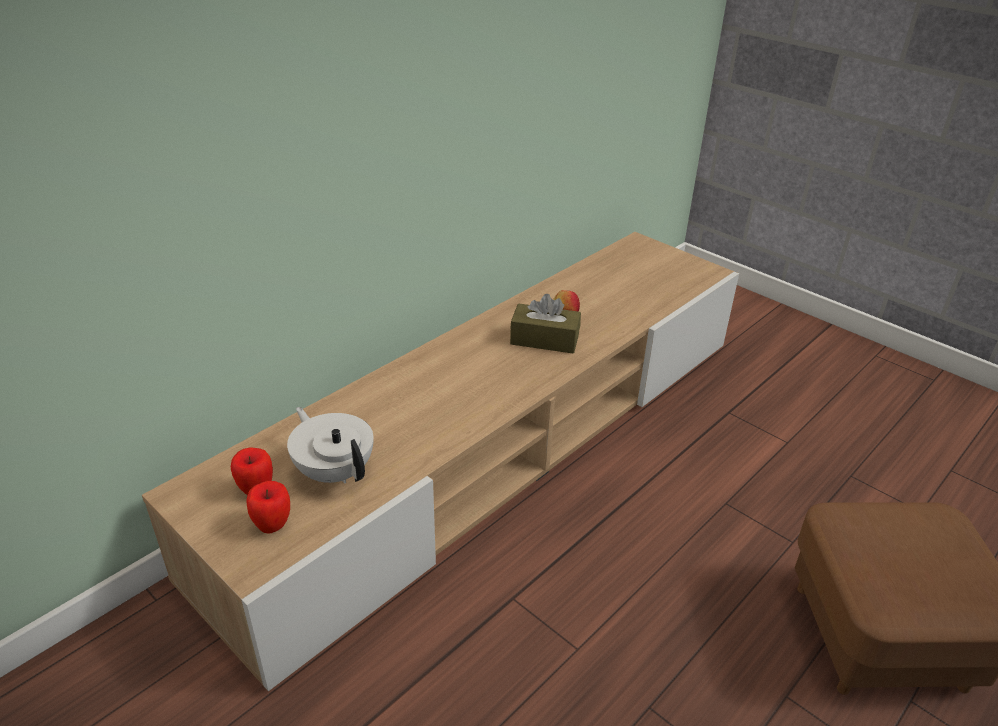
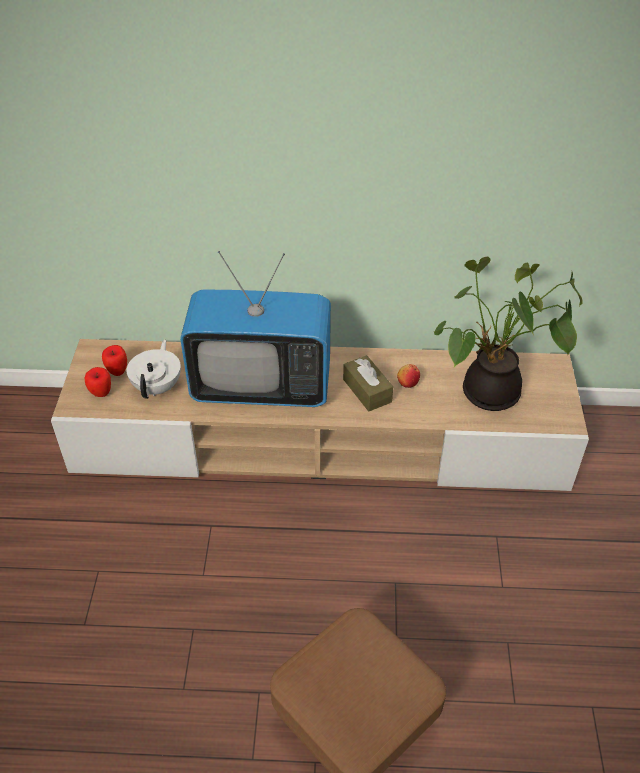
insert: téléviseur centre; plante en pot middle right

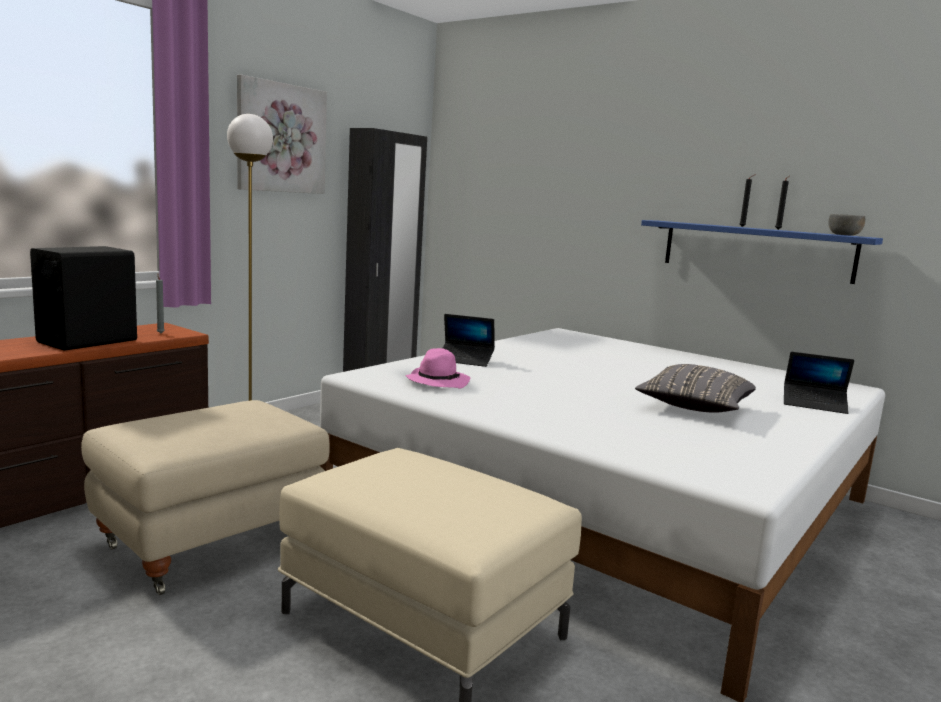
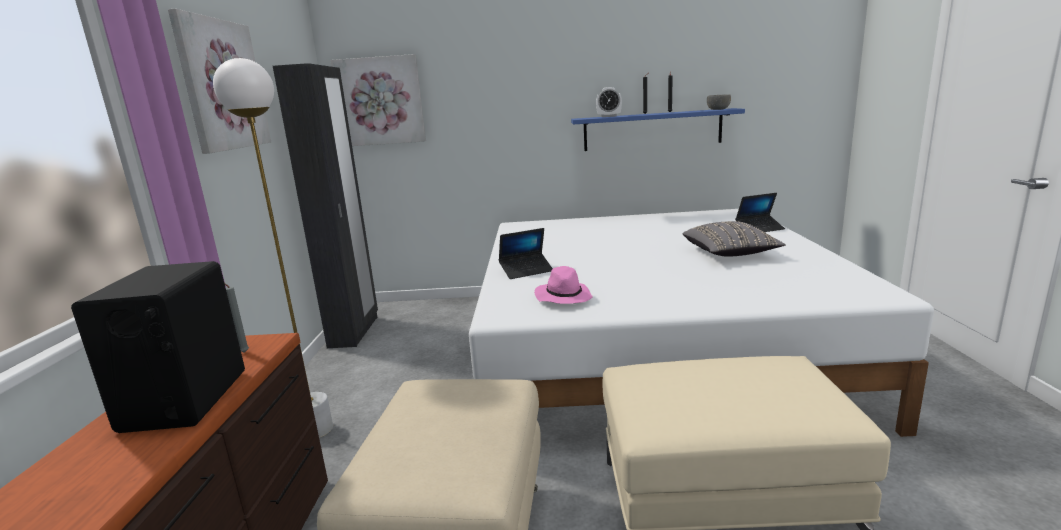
insert: tableau (2nd from left) top centre; réveil top centre

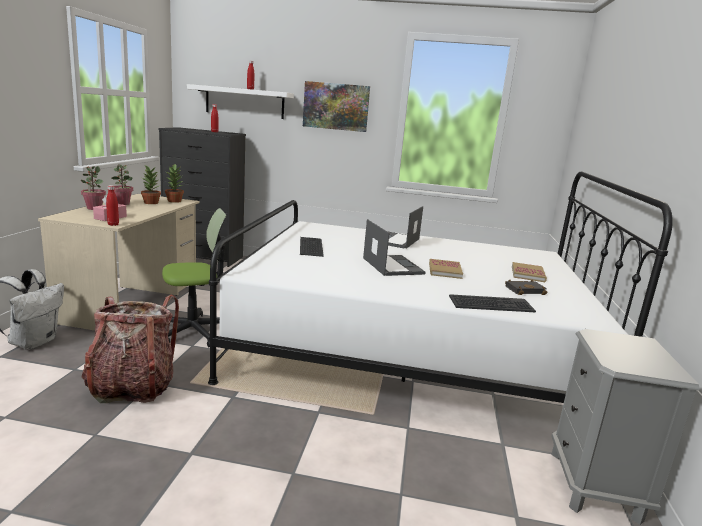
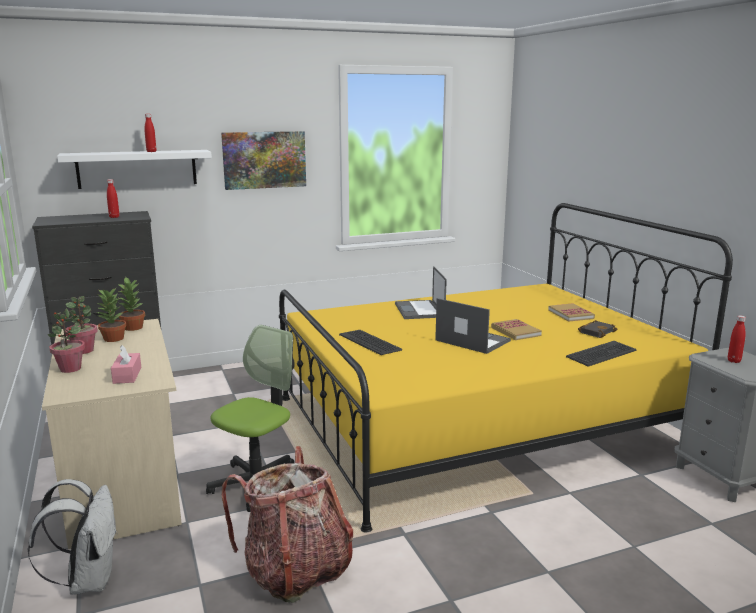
move: bouteille (rouge) (1st from left in the first image) middle left to bouteille (rouge) (3rd from left) middle right
recolor: lit (blanc) centre to lit (jaune) middle right

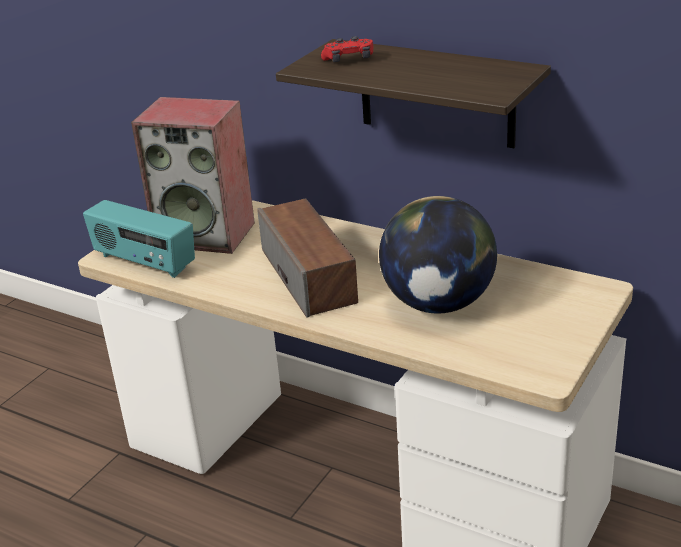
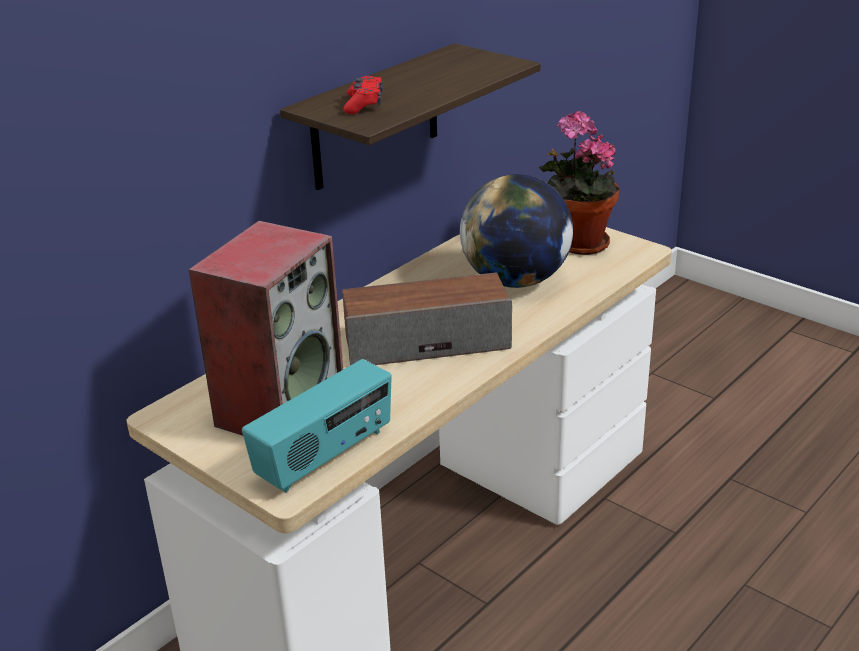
insert: plante en pot top right

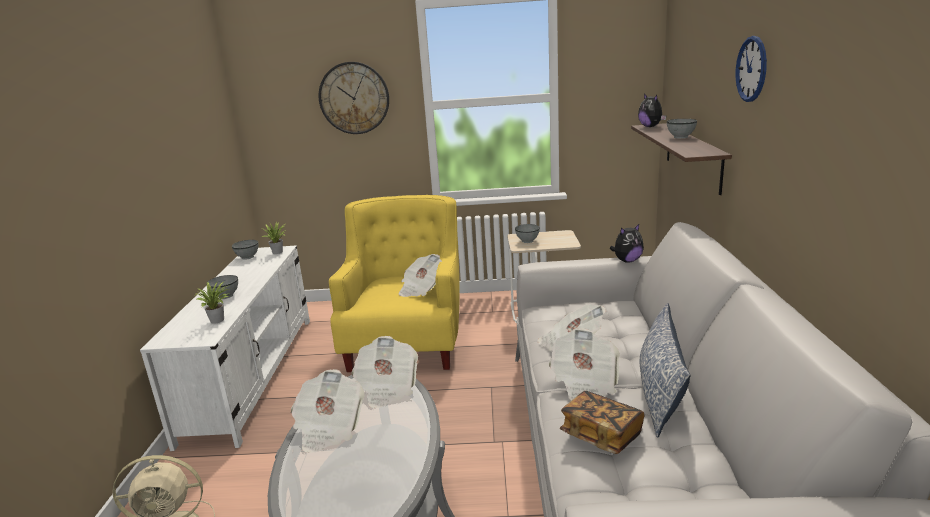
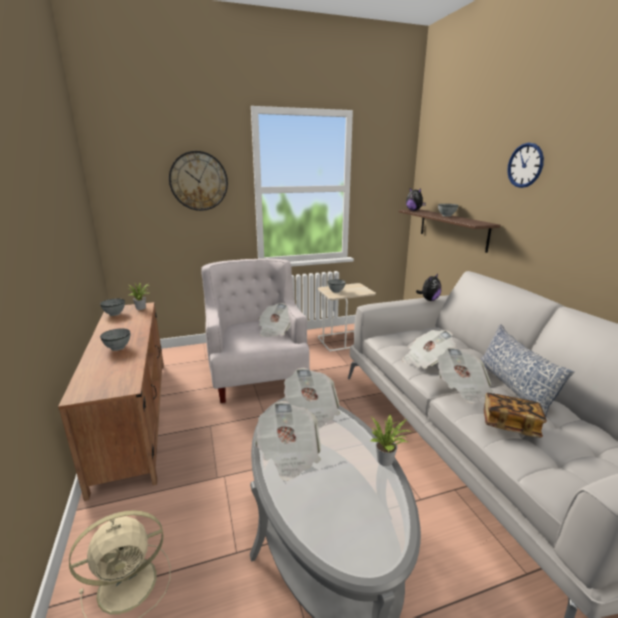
move: plante en pot (1st from left in the first image) middle left to plante en pot (2nd from left) bottom centre
recolor: fauteuil (jaune) centre to fauteuil (blanc) centre; meuble télé (blanc) bottom left to meuble télé (marron) middle left

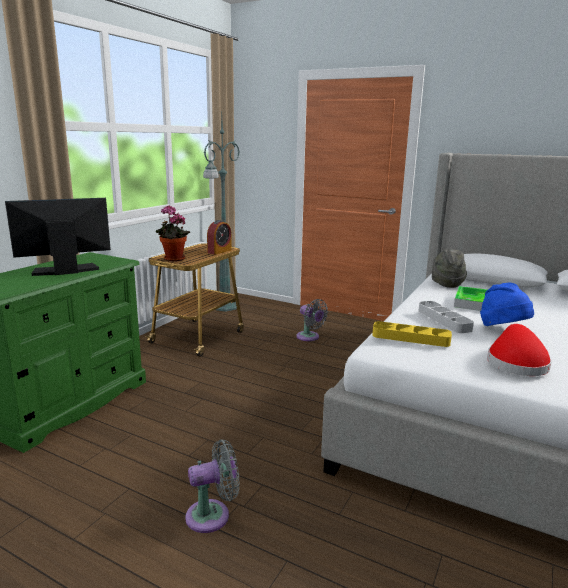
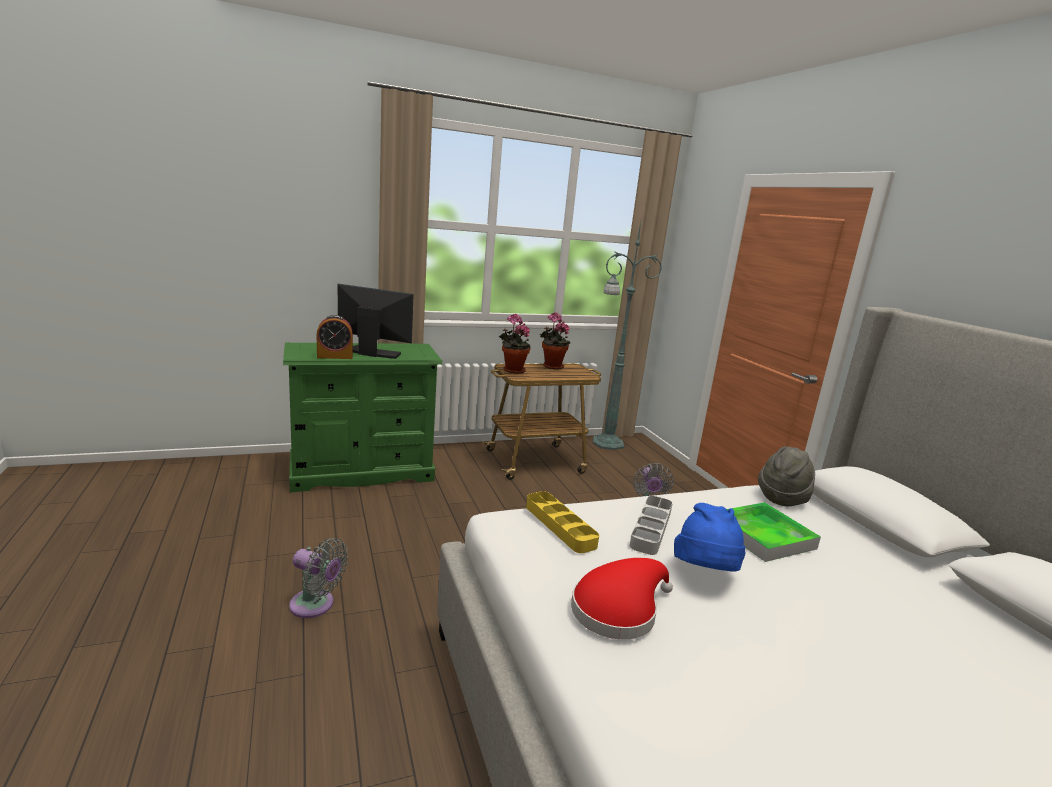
insert: plante en pot (2nd from left) centre
move: réveil centre to middle left

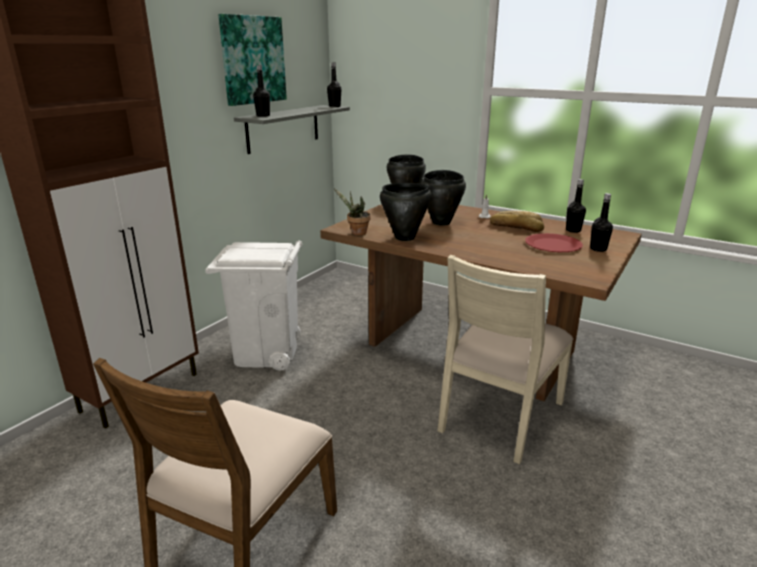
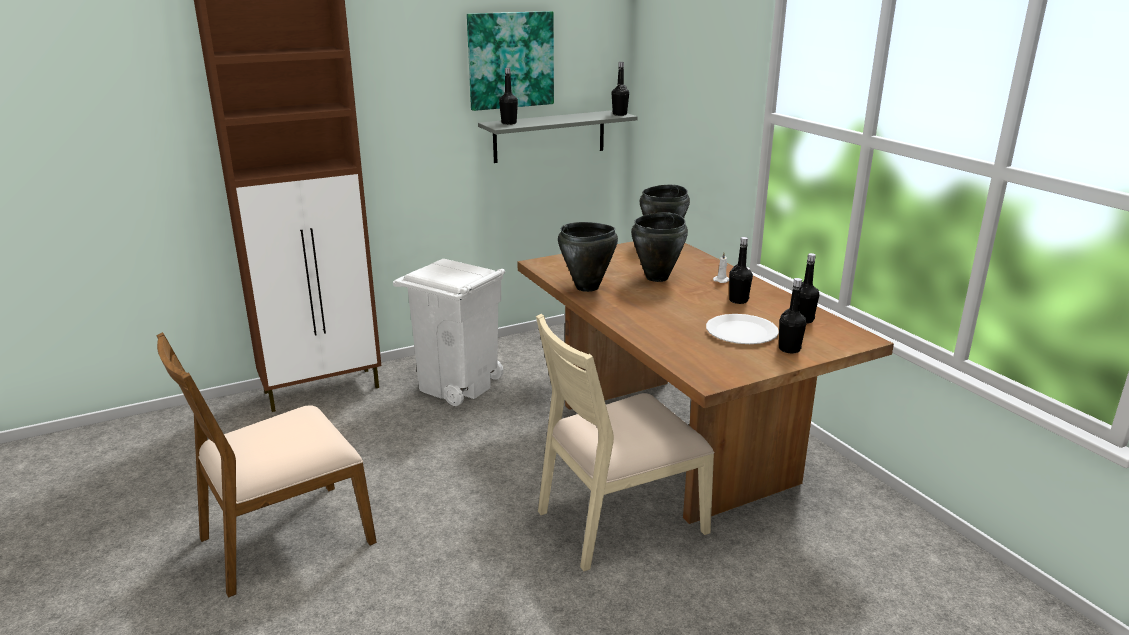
delete: plante en pot centre
replace: pain middle right to bouteille (noir) (3rd from left) centre
recolor: assiette (rouge) middle right to assiette (blanc) centre

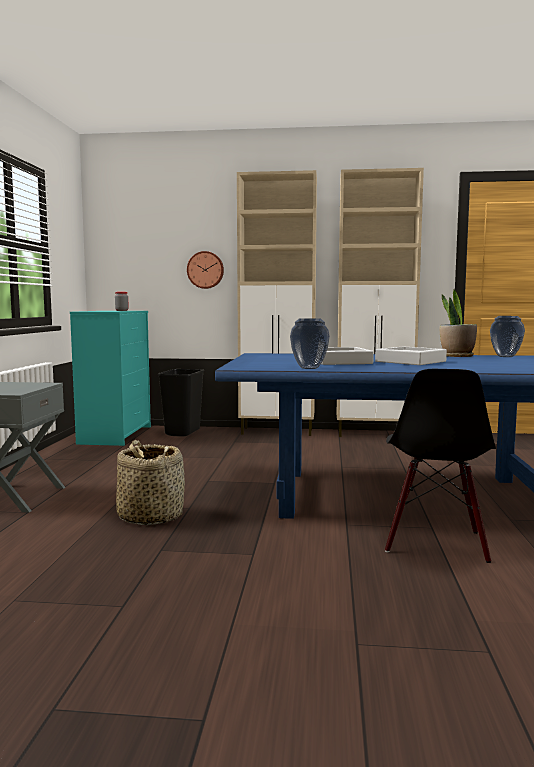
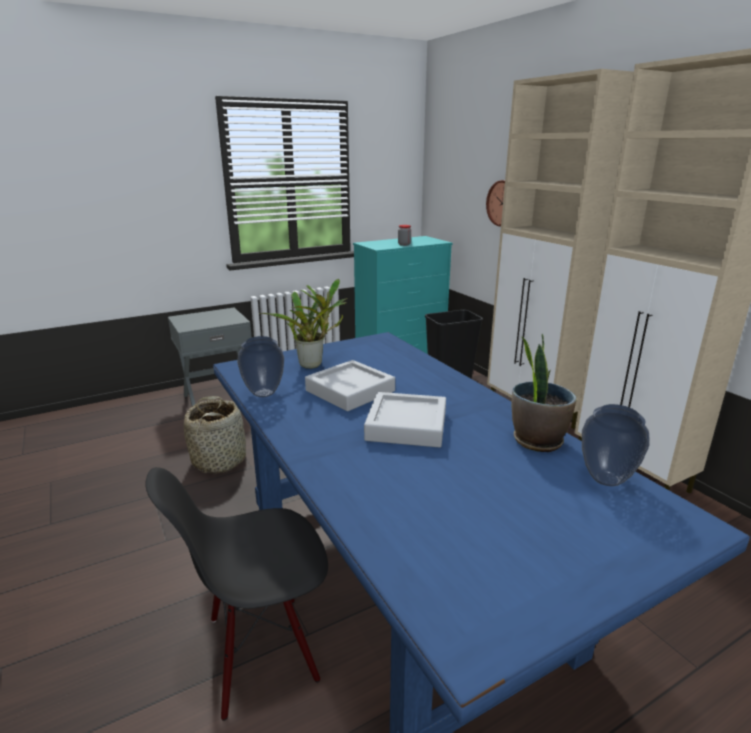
insert: plante en pot (1st from left) centre

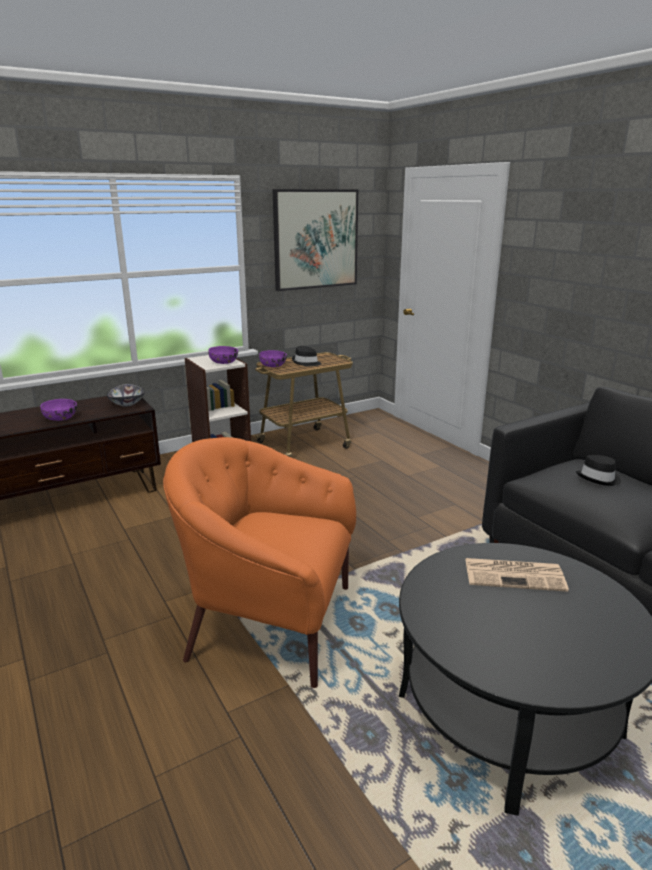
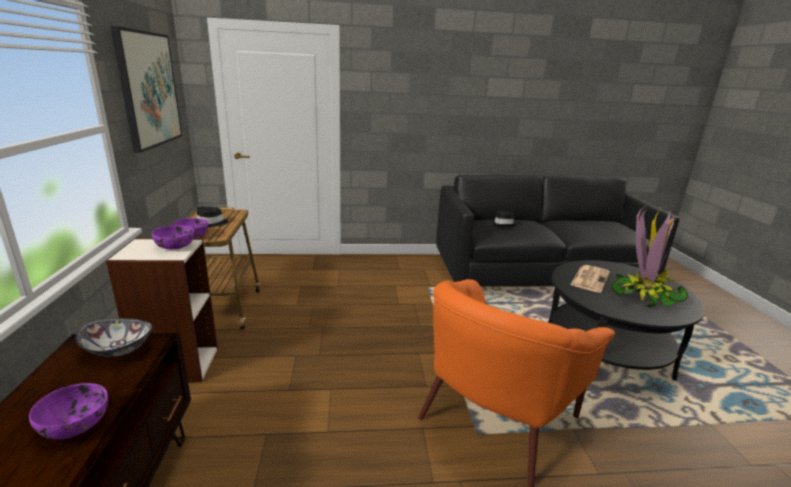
insert: plante en pot middle right

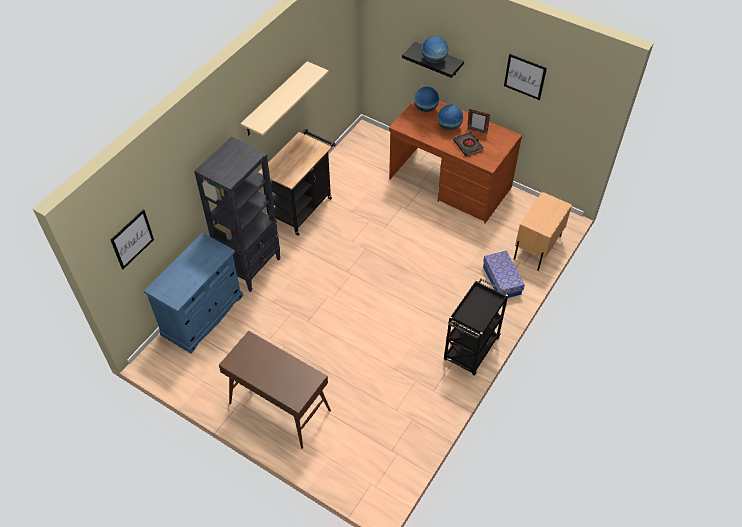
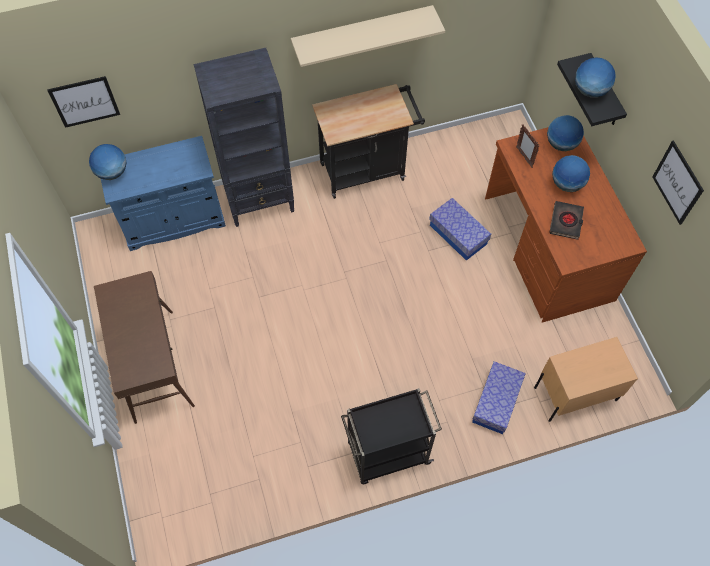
insert: globe (1st from left) top left; boîte de rangement (1st from left) centre
move: cadre photo top centre to top right

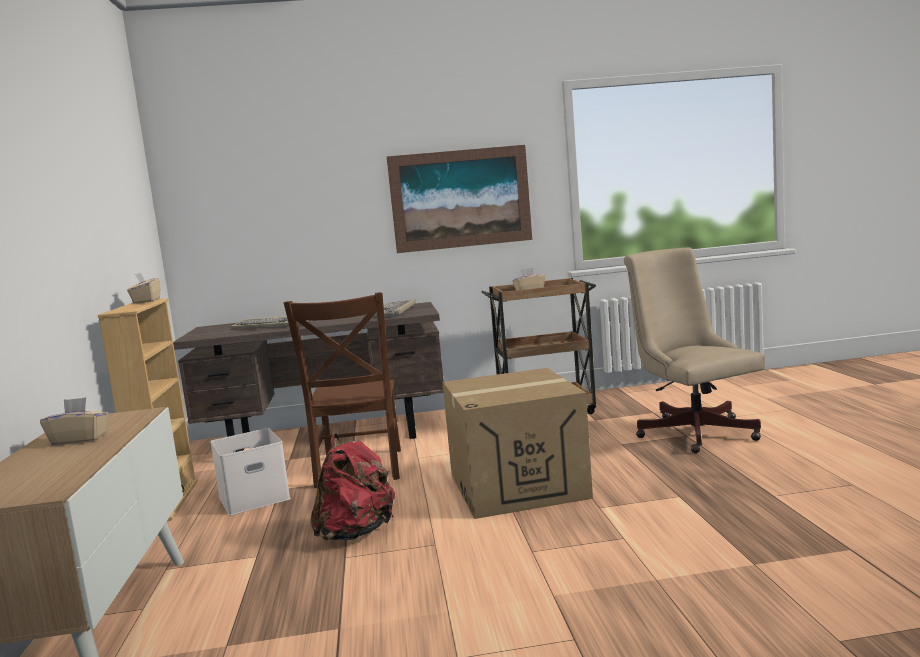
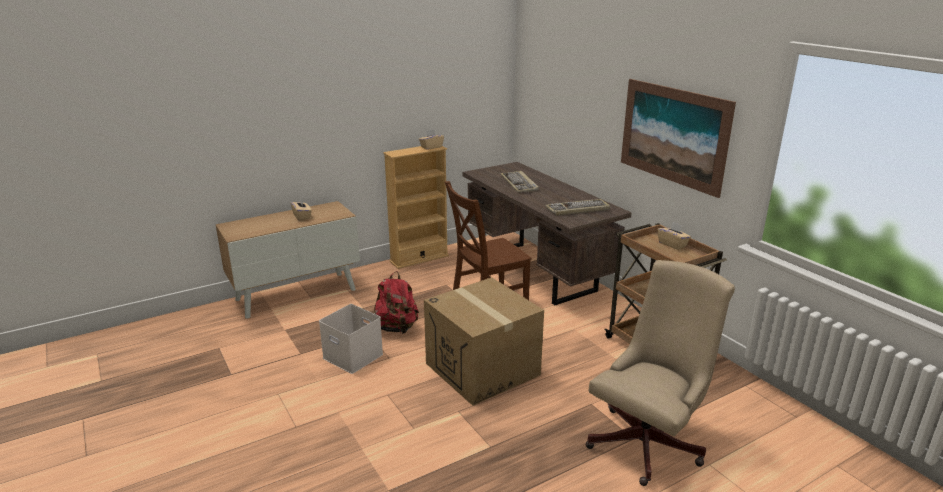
move: boîte de rangement (blanc) bottom left to bottom centre

